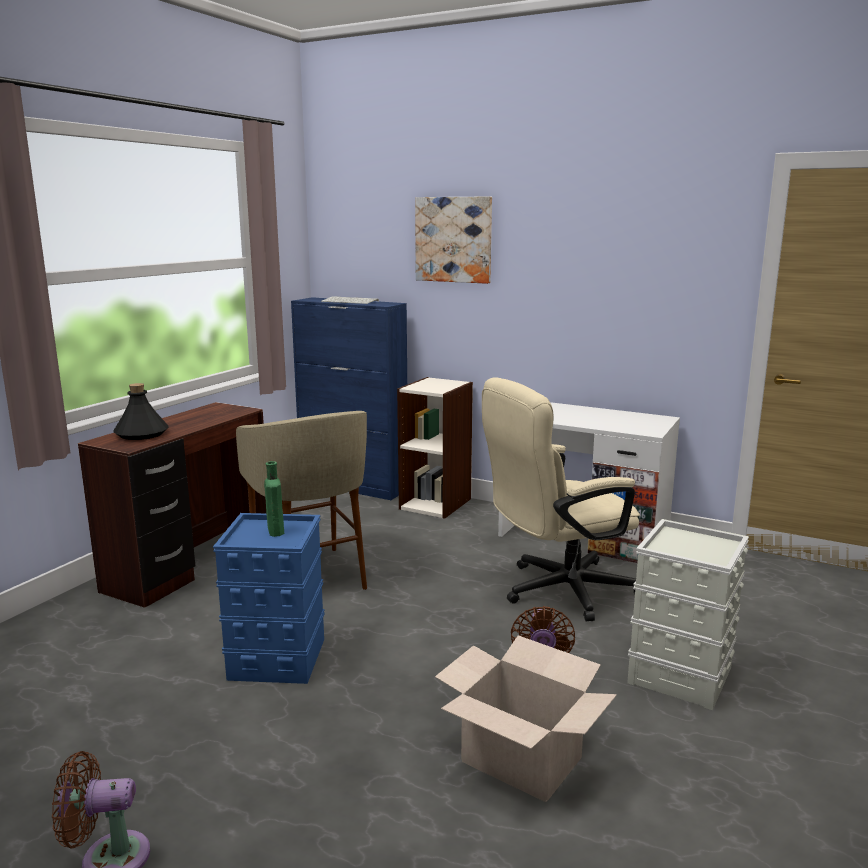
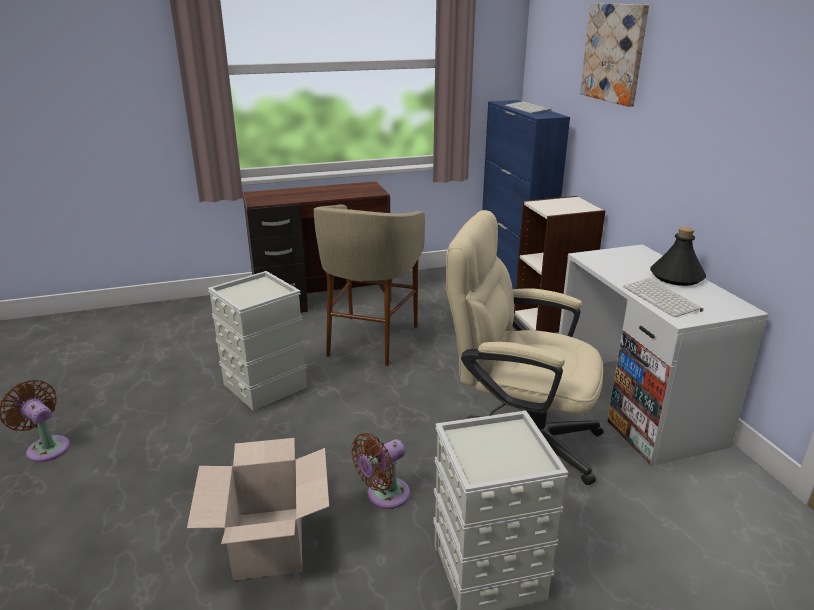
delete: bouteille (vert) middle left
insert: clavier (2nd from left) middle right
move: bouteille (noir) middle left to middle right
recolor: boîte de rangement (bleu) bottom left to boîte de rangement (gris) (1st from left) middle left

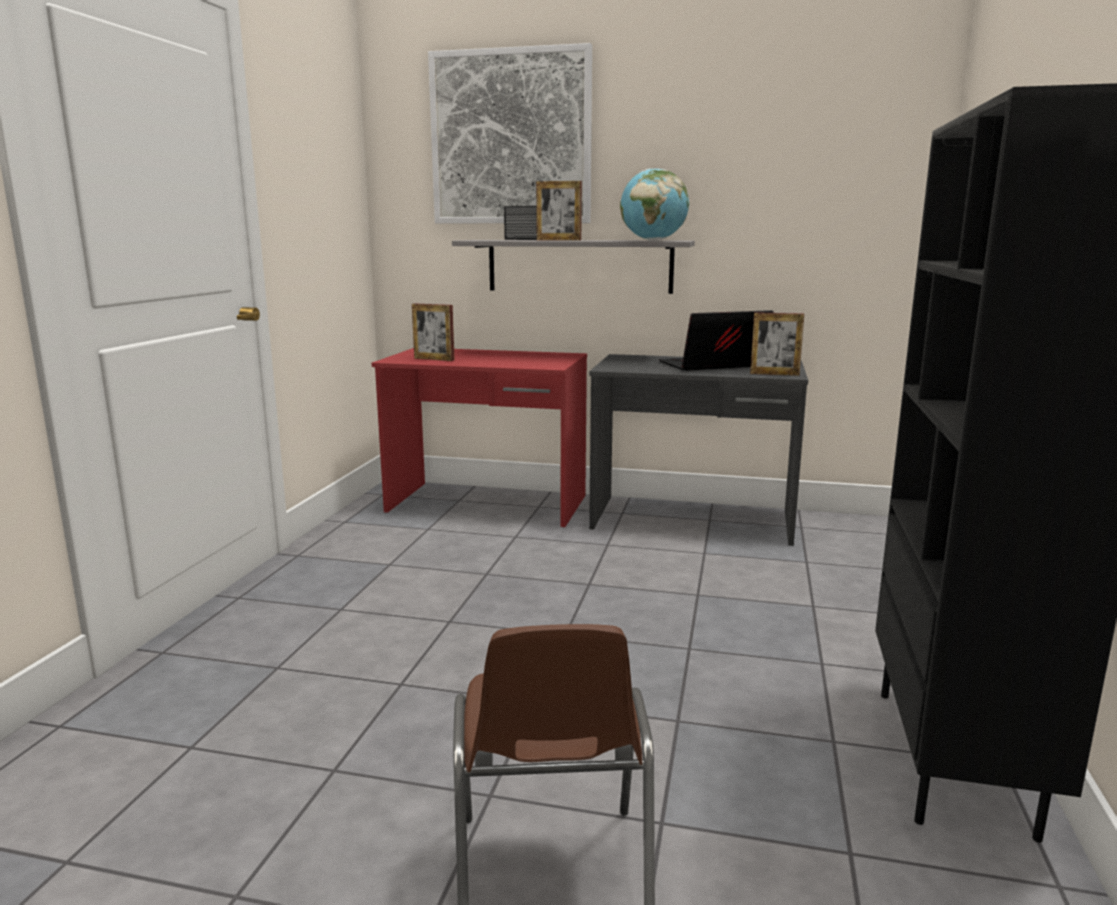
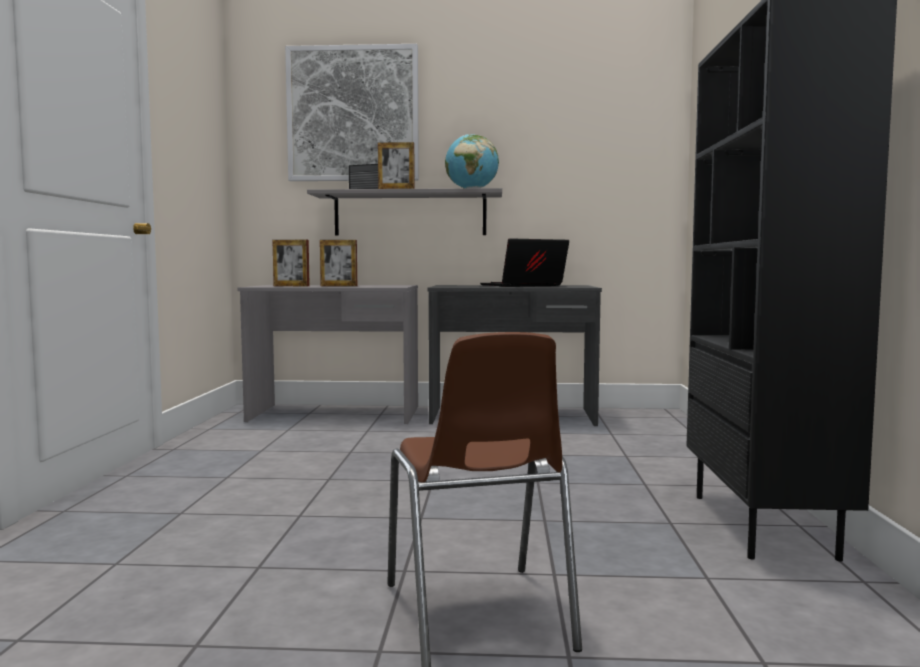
move: cadre photo (3rd from left in the first image) middle right to cadre photo (2nd from left) centre
recolor: bureau (rouge) centre to bureau (gris) (1st from left) centre

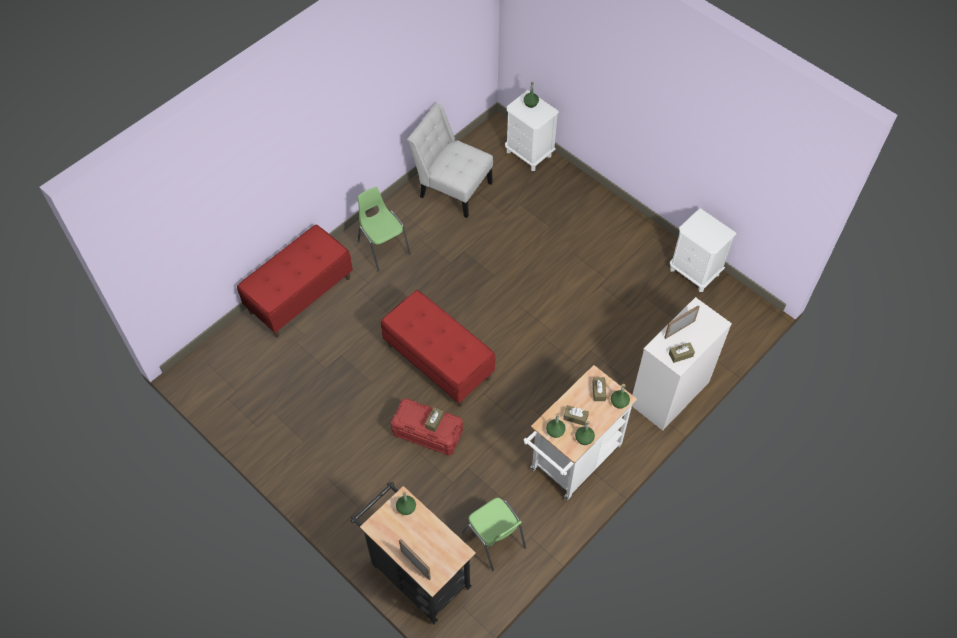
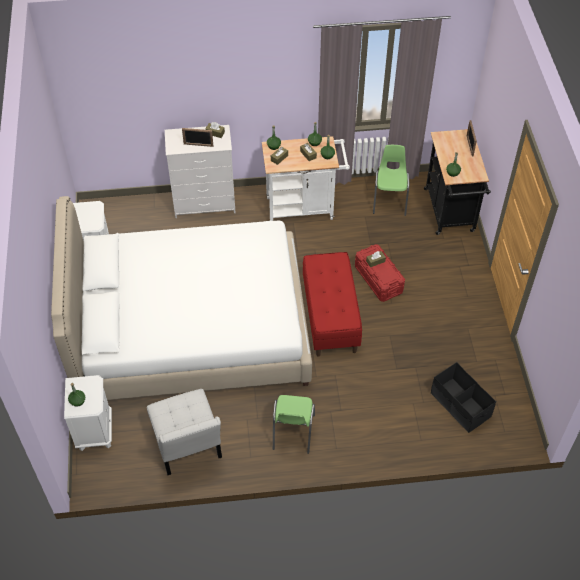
delete: banc (rouge) (1st from left) middle left
insert: lit (blanc) middle left; boîte de rangement (noir) bottom right

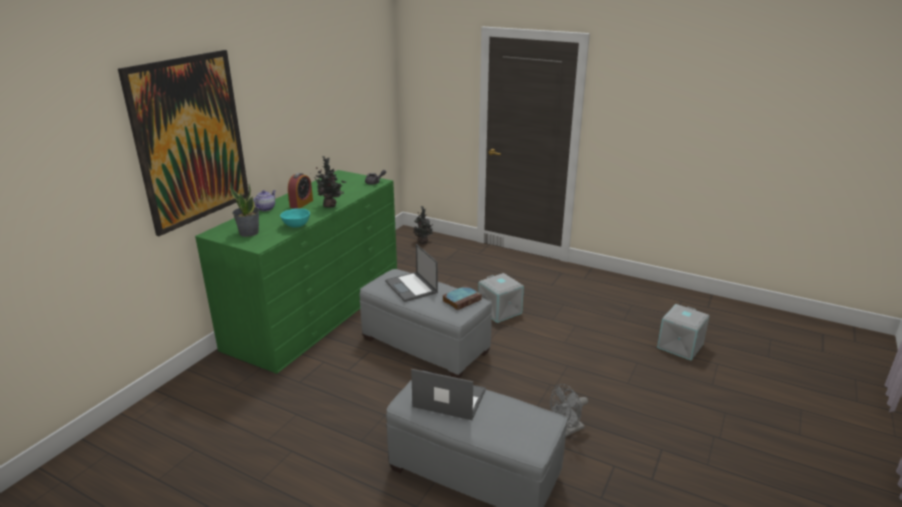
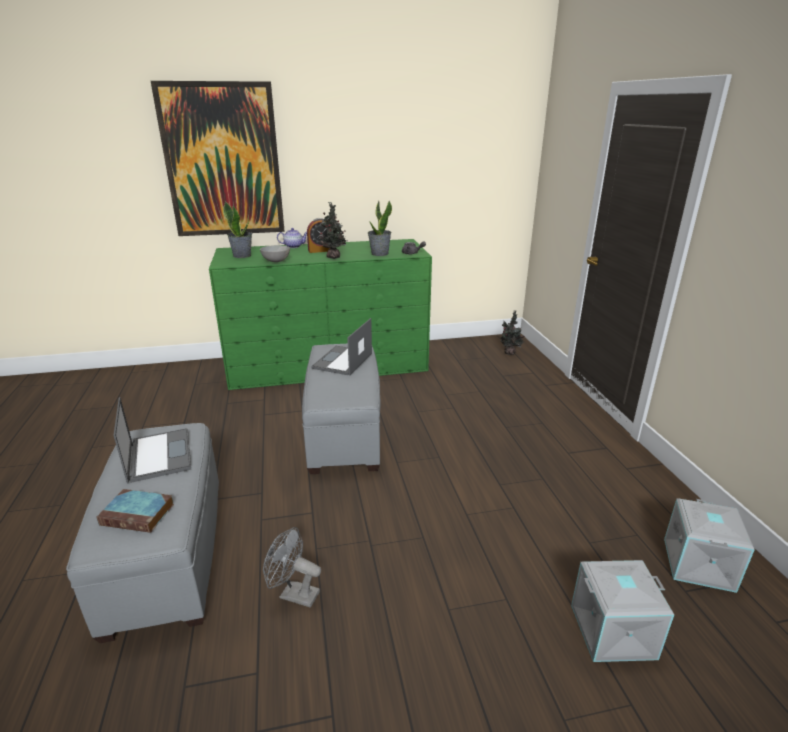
insert: plante en pot (3rd from left) top centre
move: boîte de rangement (gris) (1st from left in the first image) centre to boîte de rangement (gris) (2nd from left) bottom right; livre centre to bottom left
recolor: bol (turquoise) middle left to bol (gris) centre

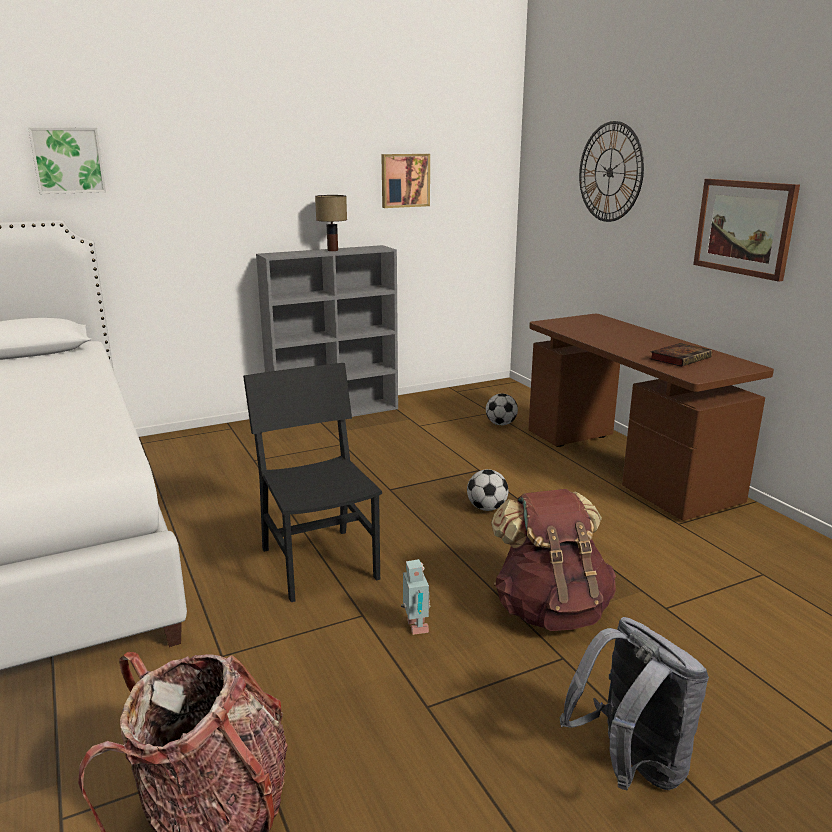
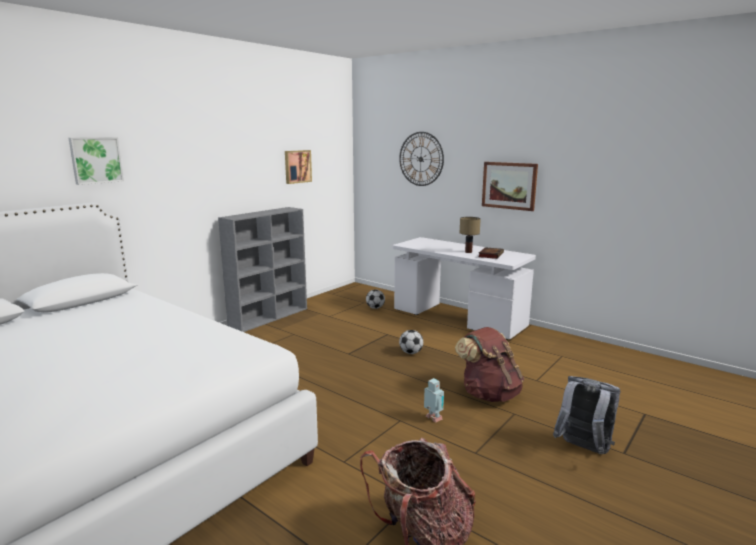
delete: chaise (noir) centre
move: lampe de table top centre to centre
recolor: bureau (marron) middle right to bureau (blanc) centre

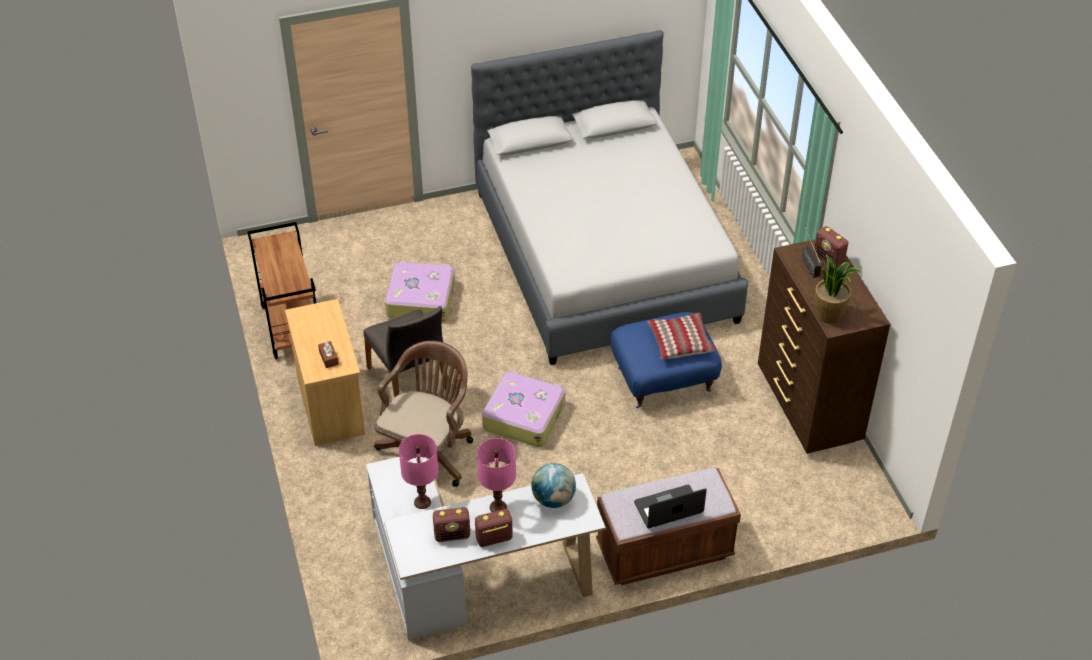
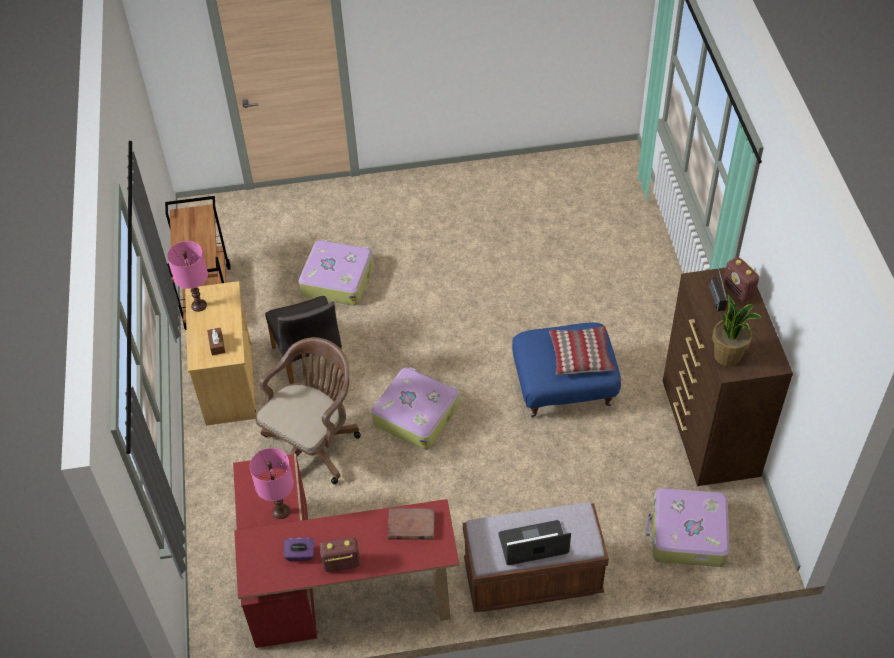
delete: lit (gris) top centre
insert: valise (3rd from left) bottom right
move: lampe de table (rose) (2nd from left in the first image) bottom centre to lampe de table (rose) (1st from left) middle left
replace: globe bottom centre to livre (marron) bottom centre; radio (1st from left) bottom centre to boîte à mouchoirs (violet) bottom centre
recolor: bureau (blanc) bottom centre to bureau (rouge) bottom centre

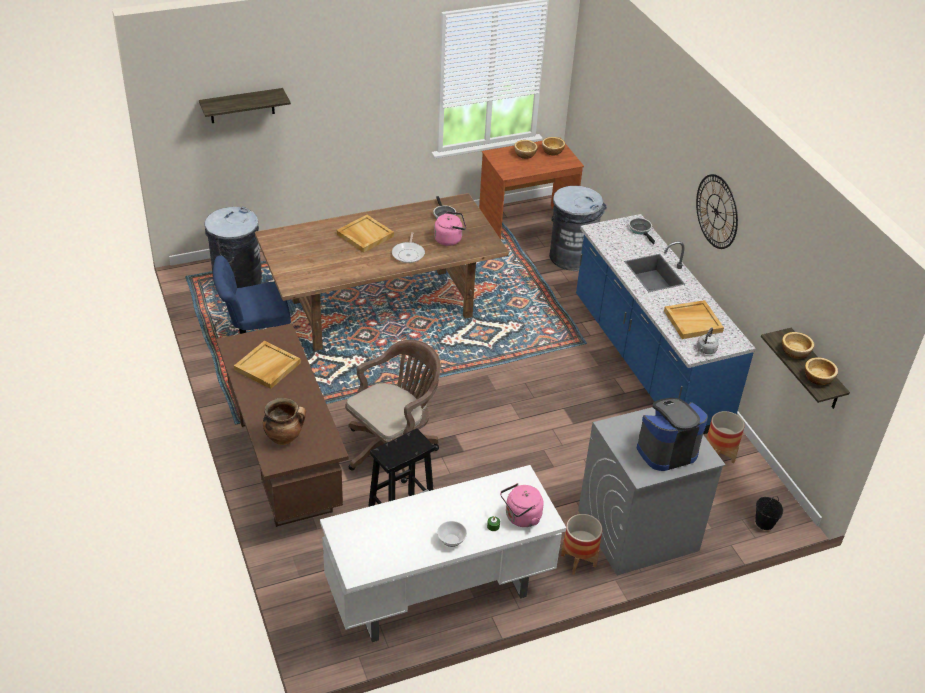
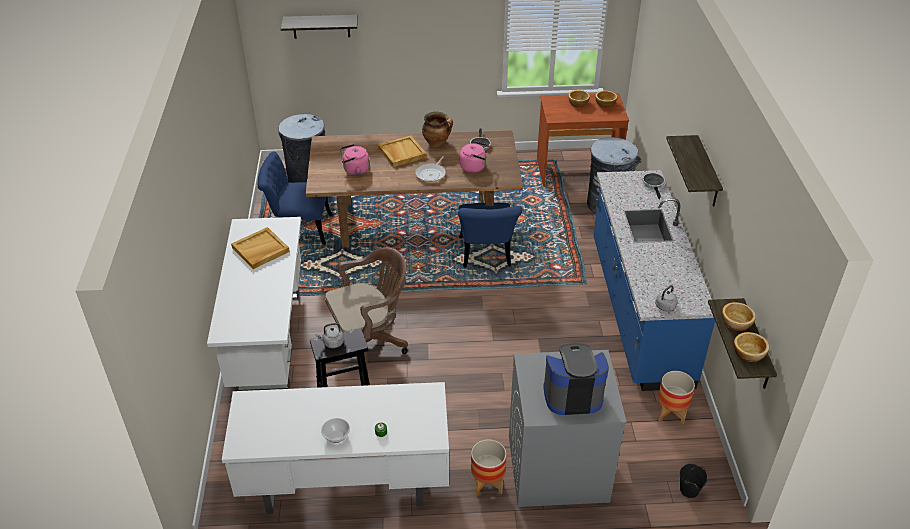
delete: plateau (beige) (3rd from left) middle right
insert: chaise (bleu) (2nd from left) centre; bouilloire (gris) (1st from left) centre
move: marmite middle left to top centre; bouilloire (rose) (2nd from left in the first image) bottom centre to bouilloire (rose) (1st from left) top centre
replace: horloge murale top right to étagère (2nd from left) top right
recolor: bureau (marron) (1st from left) middle left to bureau (blanc) (1st from left) middle left

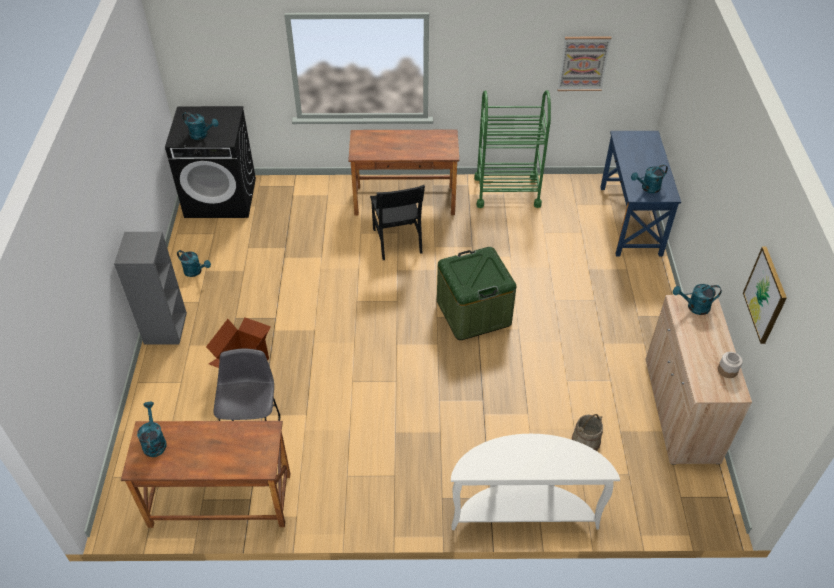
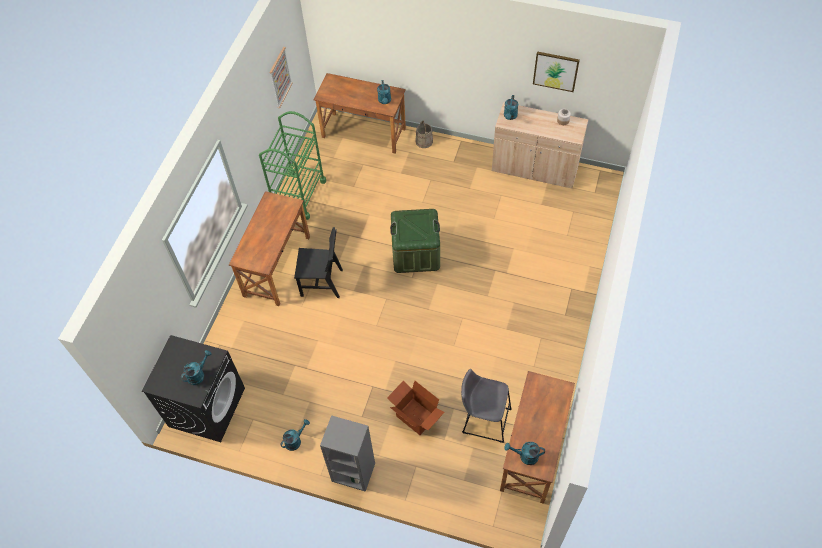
delete: table console (blanc) bottom centre
move: seau (beige) bottom right to top centre
recolor: bureau (bleu) top right to bureau (marron) (2nd from left) top centre

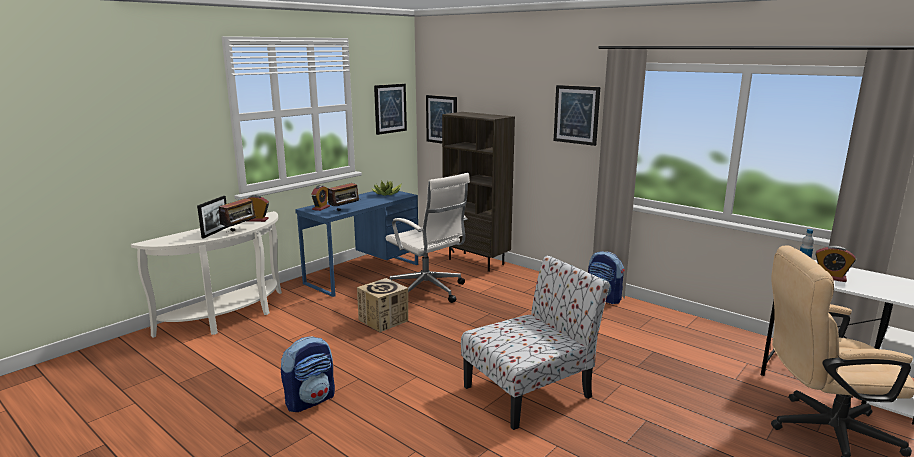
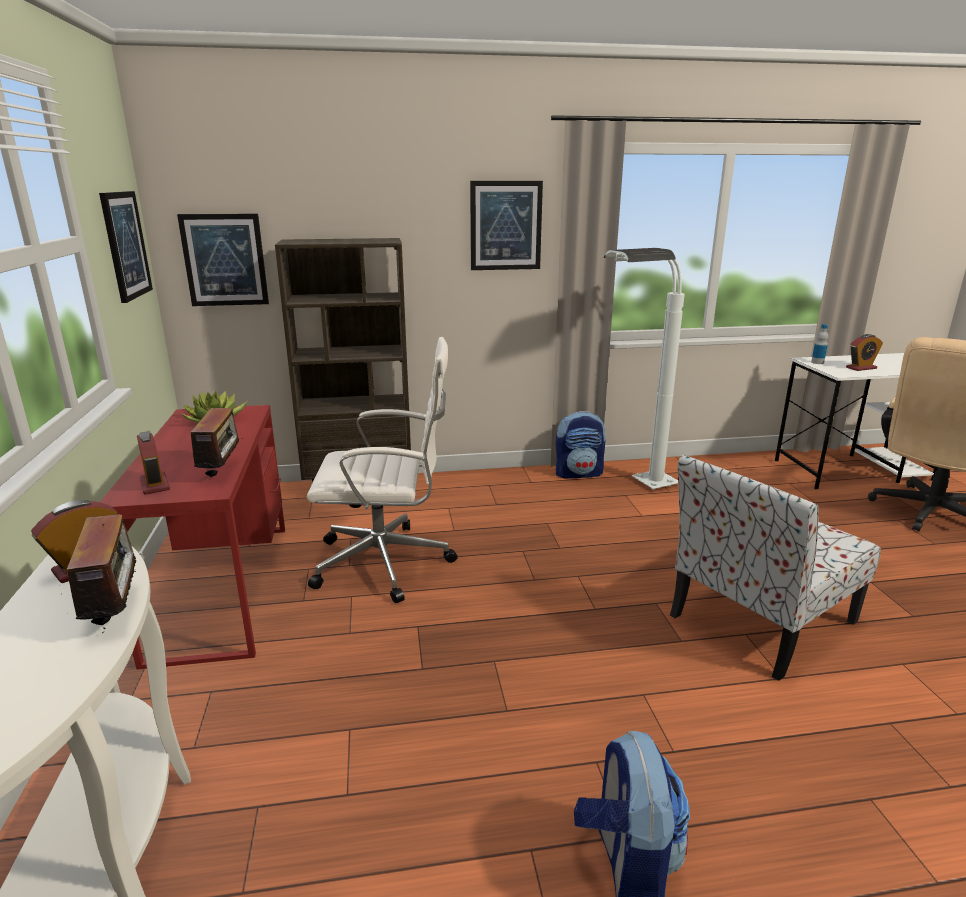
delete: cadre photo middle left; carton bottom centre
insert: lampadaire (blanc) middle right
recolor: bureau (bleu) centre to bureau (rouge) middle left
rotate: chaise bottom centre = middle right 135 degrees counterclockwise

